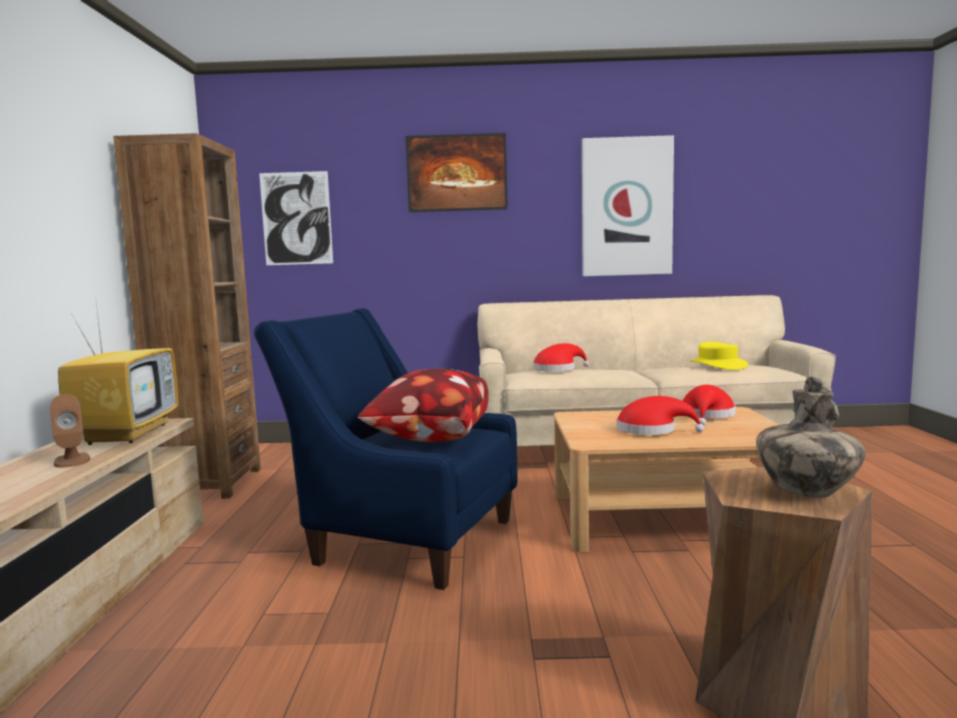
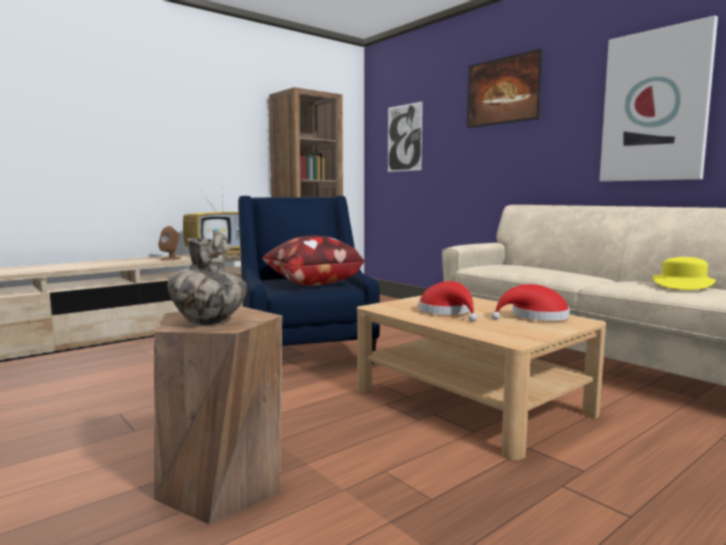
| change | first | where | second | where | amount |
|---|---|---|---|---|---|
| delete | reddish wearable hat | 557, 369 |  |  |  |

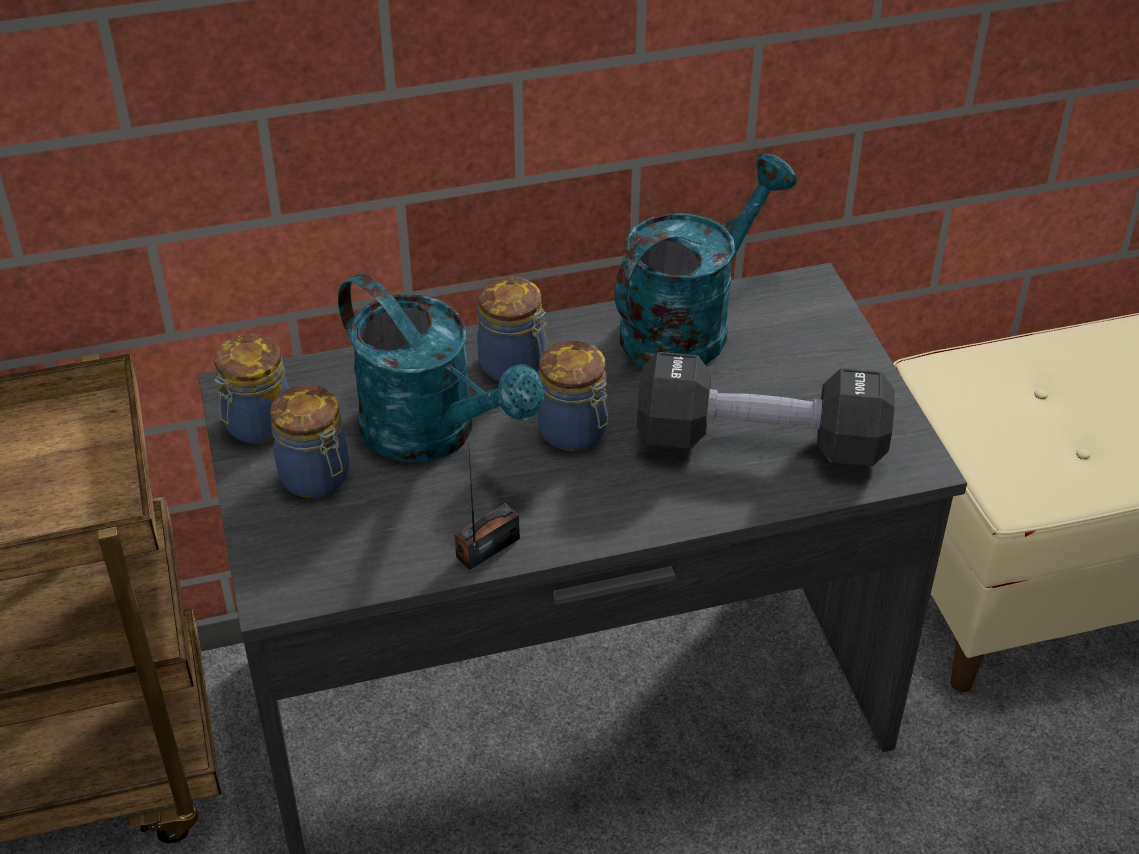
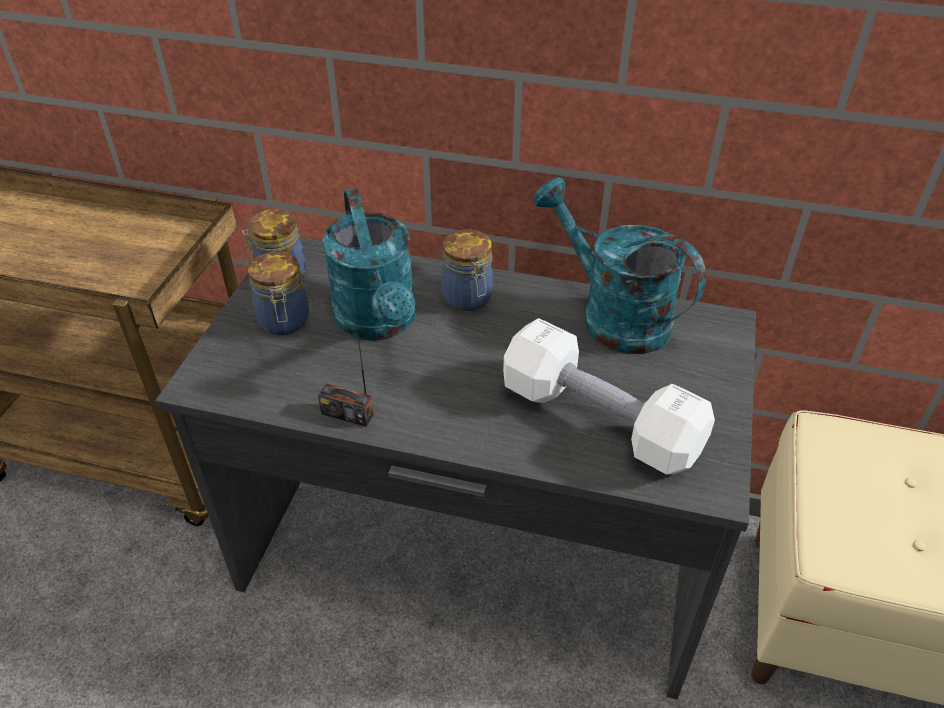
| change | first | where | second | where | amount |
|---|---|---|---|---|---|
| rotate | radio | 488, 548 |  | 347, 414 | 150 degrees counterclockwise |
| recolor | black dumbbell | 760, 442 | white-coloured dumbbell | 600, 420 |  |
| rotate | turquoise sprinkling can | 688, 324 |  | 612, 315 | 120 degrees counterclockwise |
| delete | storage jar | 575, 432 |  |  |  |

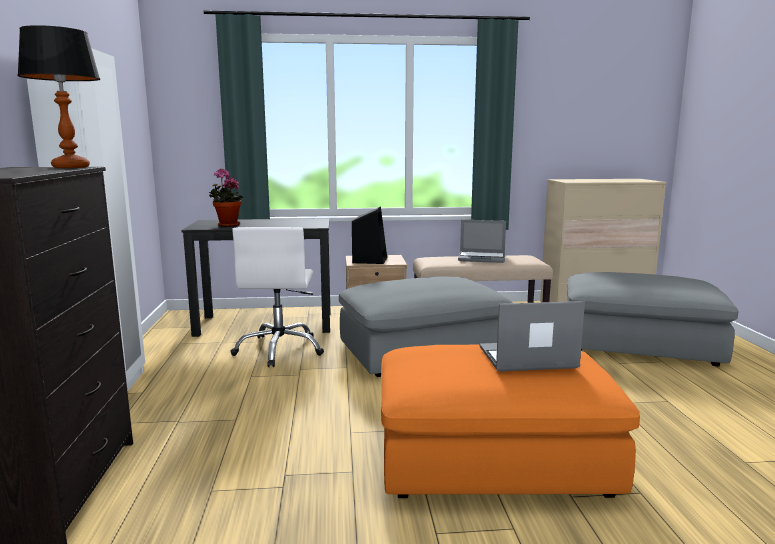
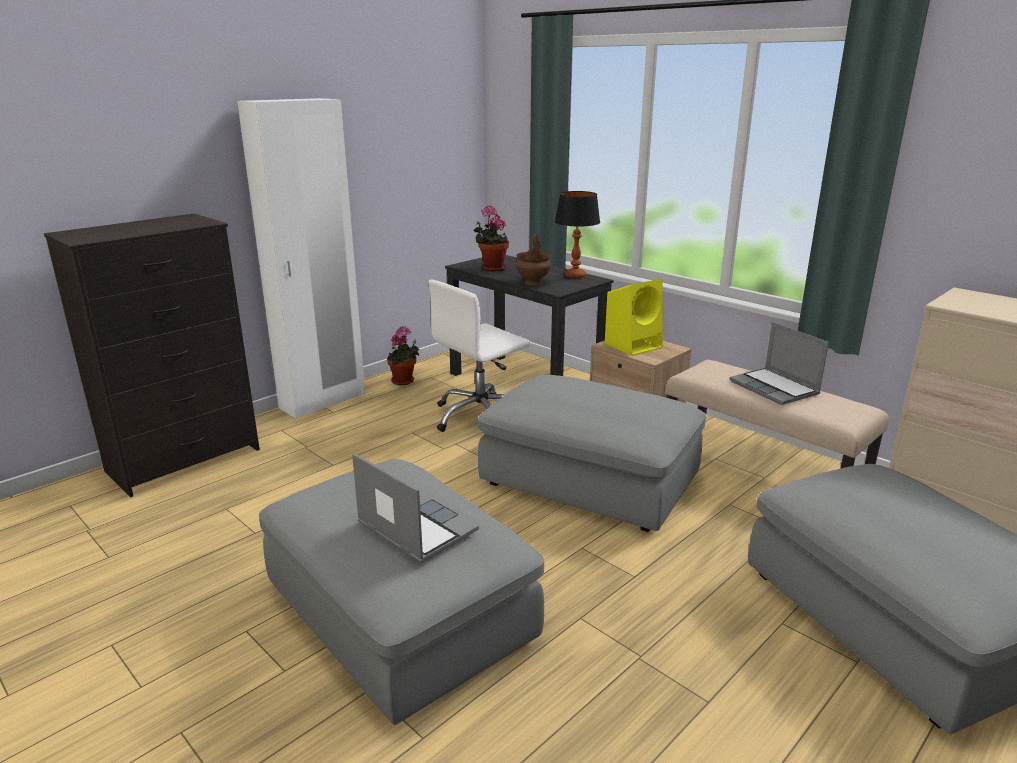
| change | first | where | second | where | amount |
|---|---|---|---|---|---|
| recolor | orangey ottoman | 491, 458 | gray ottoman | 397, 613 |  |
| insert |  |  | houseplant | 404, 381 |  |
| insert |  |  | brown flower vase | 533, 283 |  |
| move | tabletop lamp | 71, 167 |  | 575, 276 |  |
| recolor | black loudspeaker | 369, 260 | yellow-coloured loudspeaker | 634, 345 |  |

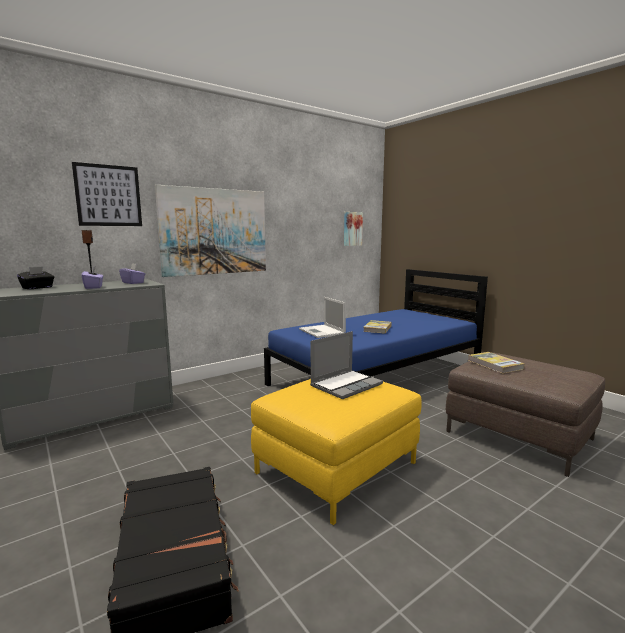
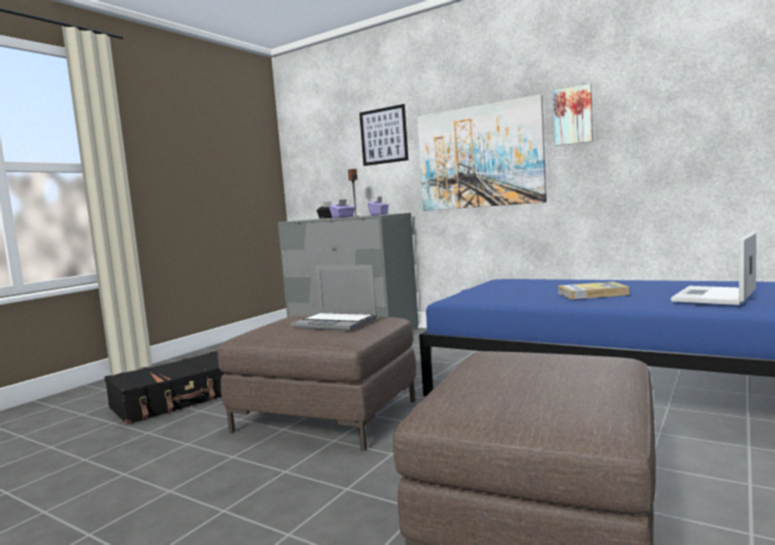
| change | first | where | second | where | amount |
|---|---|---|---|---|---|
| recolor | yellow-coloured ottoman | 336, 467 | brown ottoman | 326, 416 |  |
| move | wall art | 352, 229 |  | 573, 116 |  |
| move | portable computer | 322, 332 |  | 714, 297 |  |
| delete | book | 495, 364 |  |  |  |

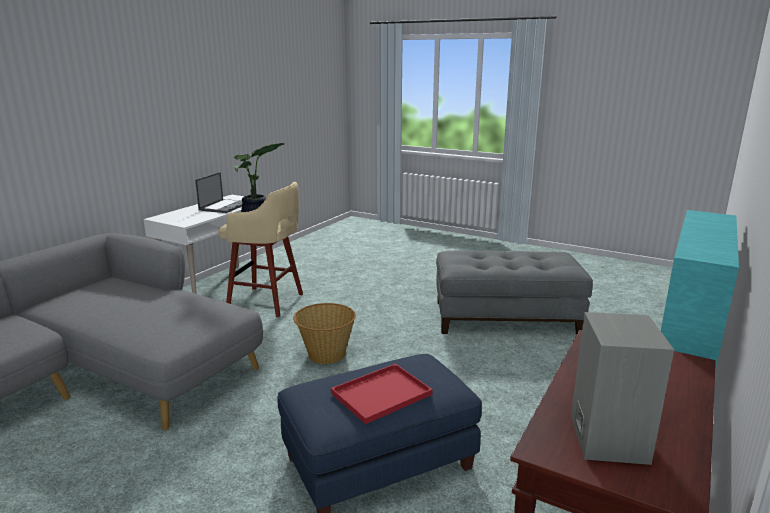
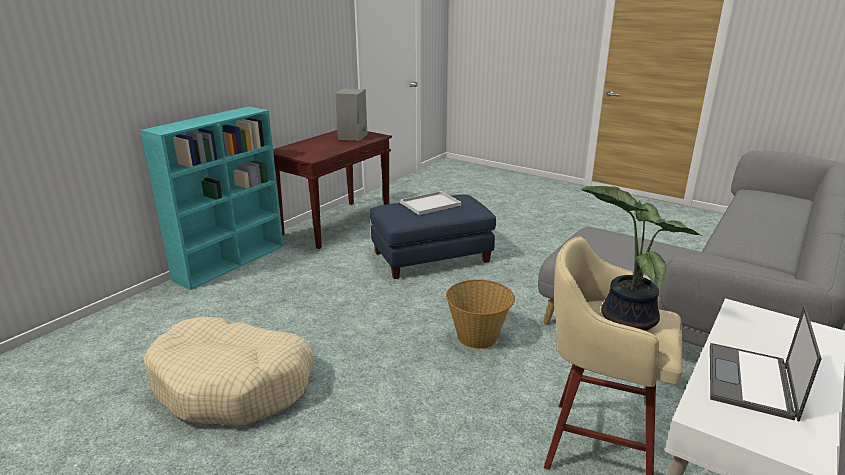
| change | first | where | second | where | amount |
|---|---|---|---|---|---|
| replace | gray ottoman | 505, 317 | sand-coloured dog cushion | 233, 384 |  |
| recolor | reddish tray | 380, 395 | white-coloured tray | 431, 203 |  |

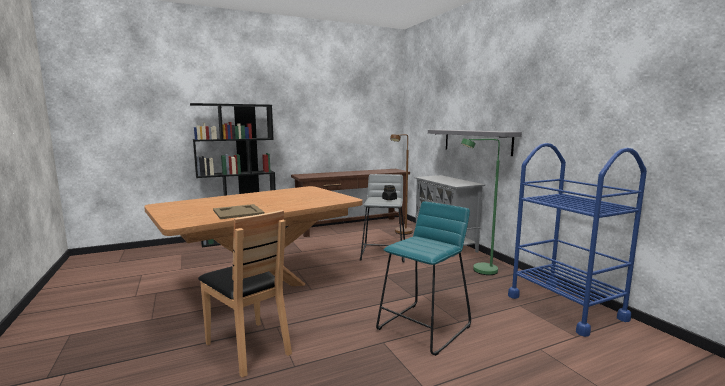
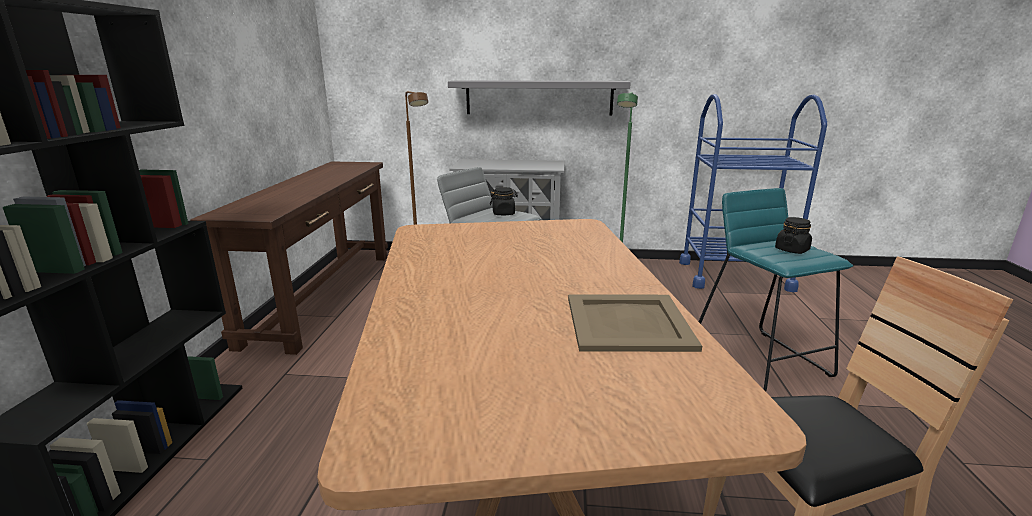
| change | first | where | second | where | amount |
|---|---|---|---|---|---|
| insert |  |  | black storage jar | 792, 250 |  |

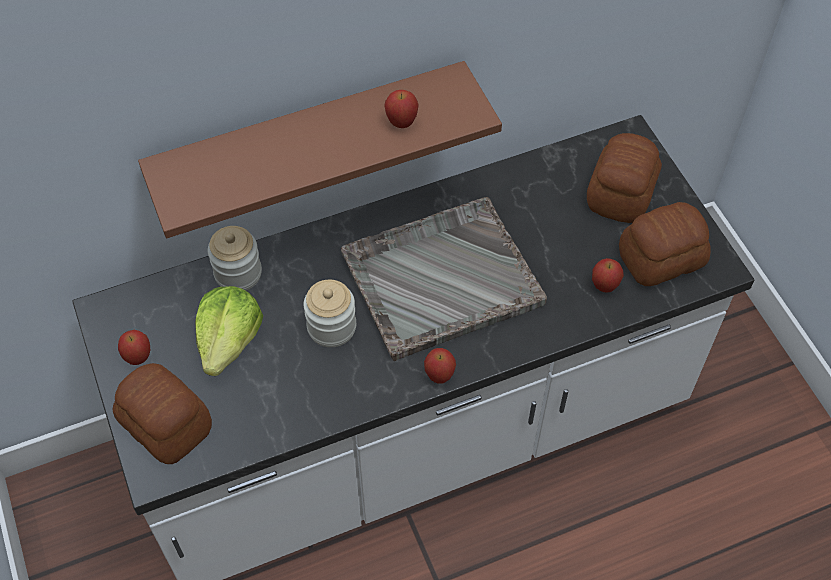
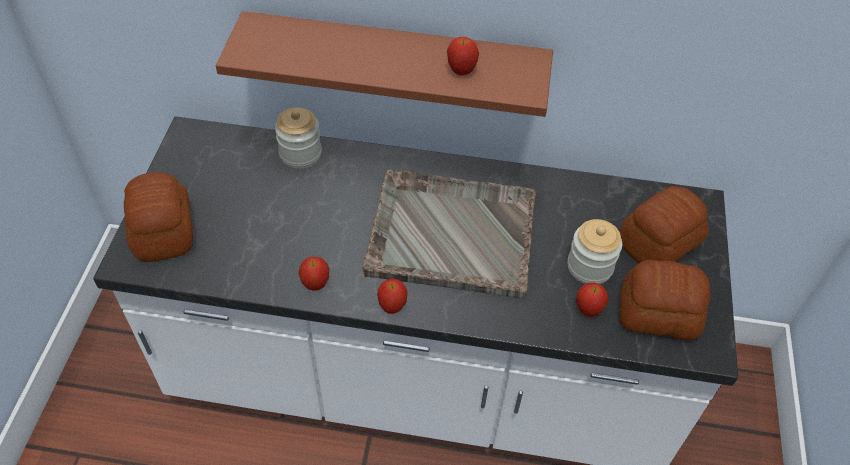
| change | first | where | second | where | amount |
|---|---|---|---|---|---|
| move | apple | 138, 357 |  | 315, 284 |  |
| move | storage jar | 331, 327 |  | 589, 267 |  |
| delete | lettuce | 229, 341 |  |  |  |

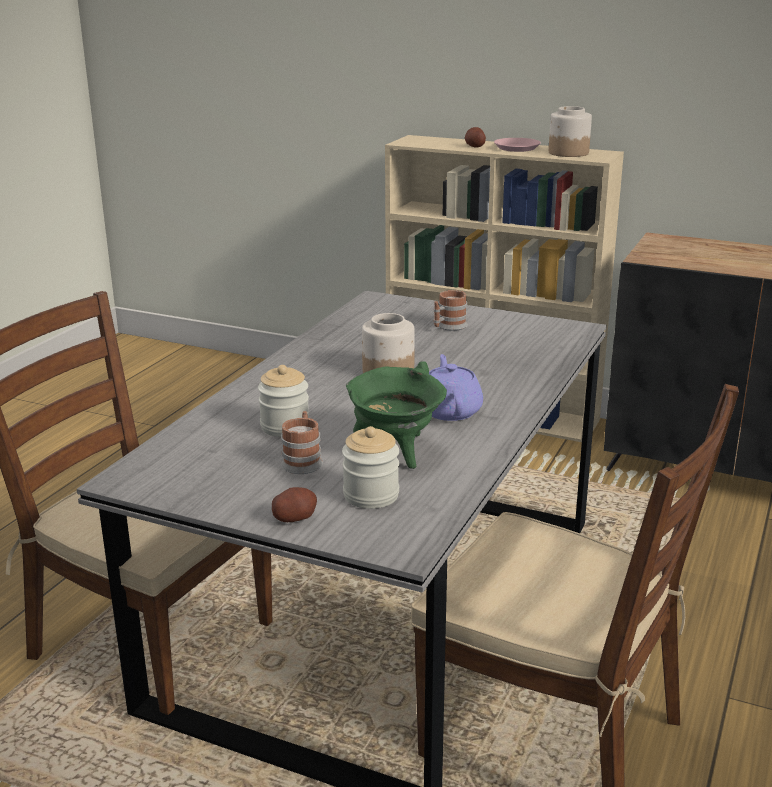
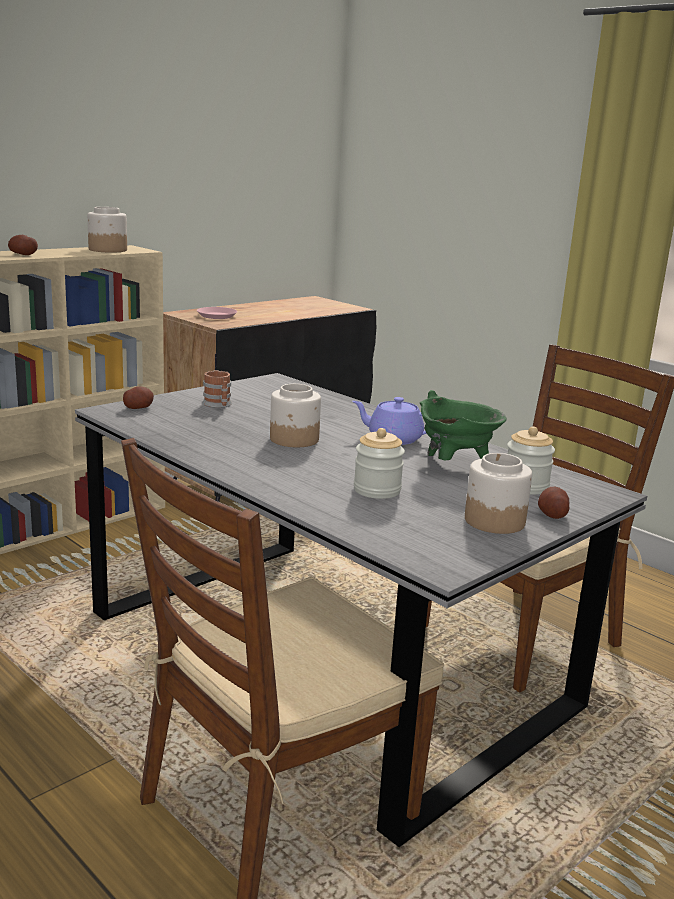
| change | first | where | second | where | amount |
|---|---|---|---|---|---|
| insert |  |  | spud | 138, 408 |  |
| move | pink-coloured plate | 516, 148 |  | 217, 316 |  |
| insert |  |  | storage jar | 494, 521 |  |
| delete | coffee mug | 303, 461 |  |  |  |

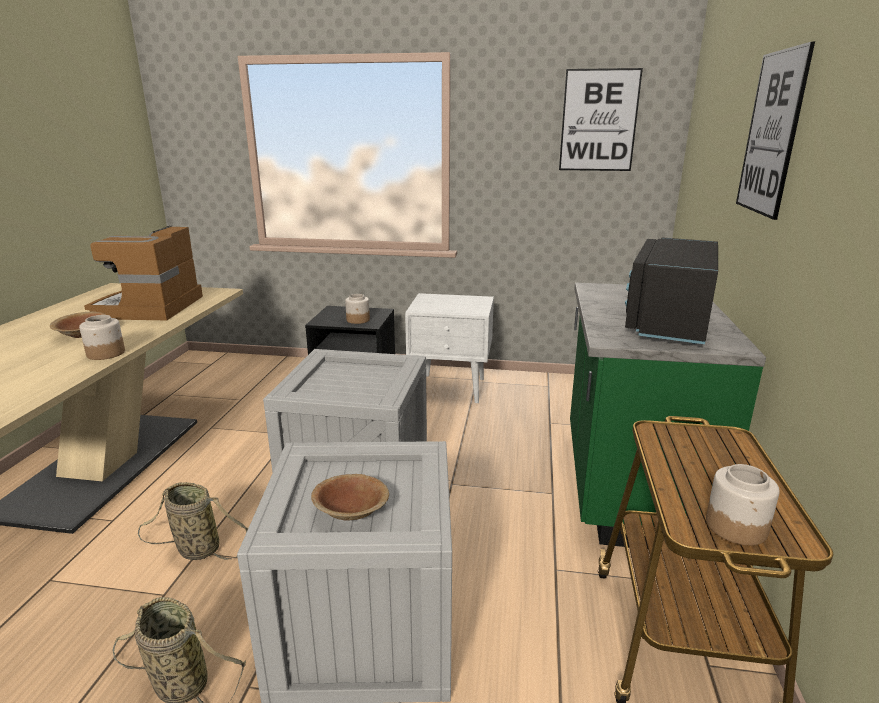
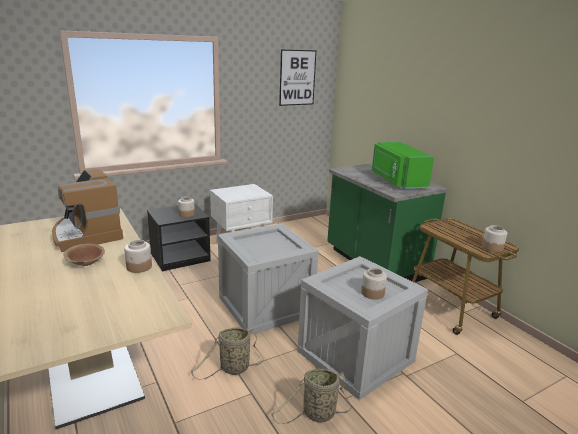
| change | first | where | second | where | amount |
|---|---|---|---|---|---|
| replace | brown bowl | 351, 512 | storage jar | 372, 293 |  |
| recolor | black microwave | 666, 321 | greenish microwave | 397, 180 |  |
| delete | wall art | 771, 133 |  |  |  |

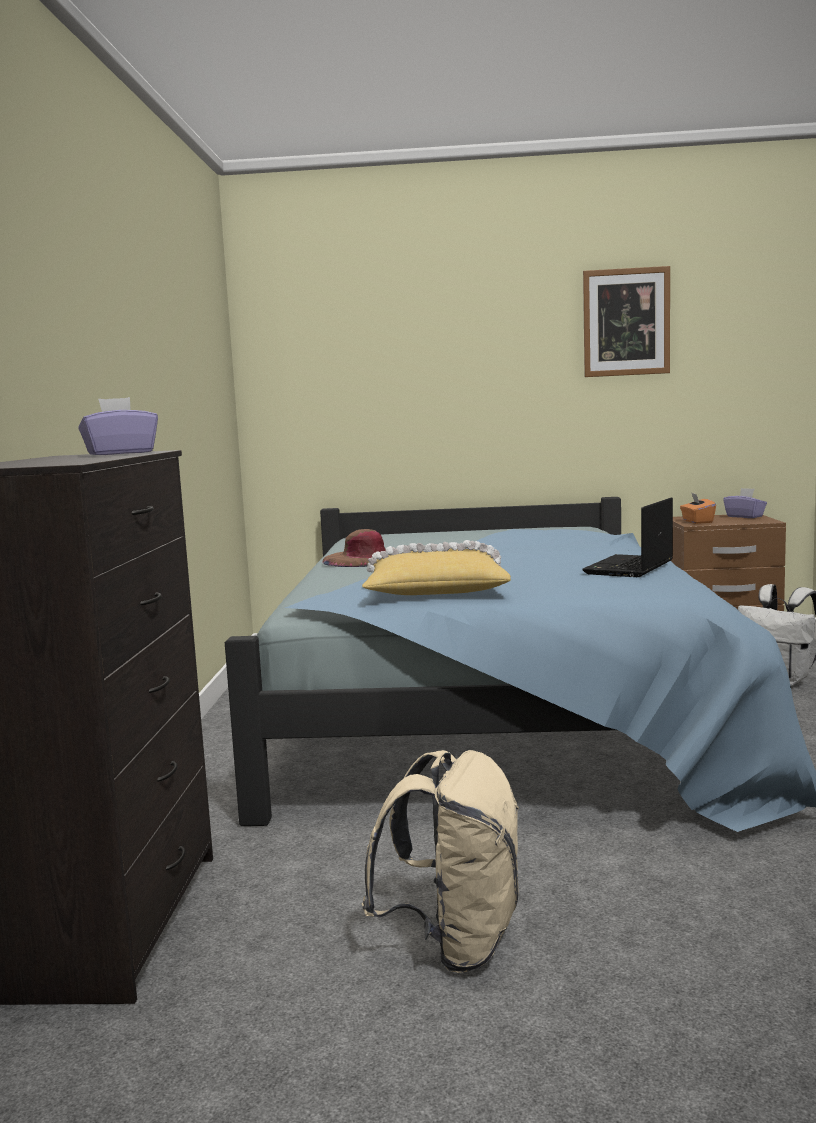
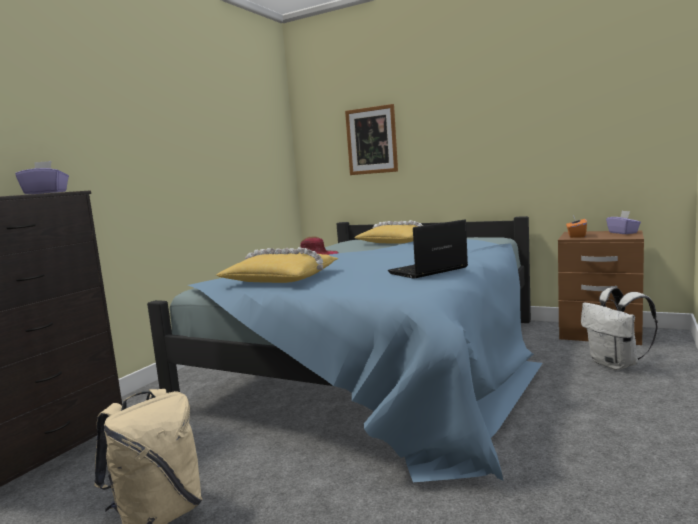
| change | first | where | second | where | amount |
|---|---|---|---|---|---|
| move | wall art | 626, 322 |  | 371, 140 |  |
| insert |  |  | yellow-coloured cushion | 397, 241 |  |

